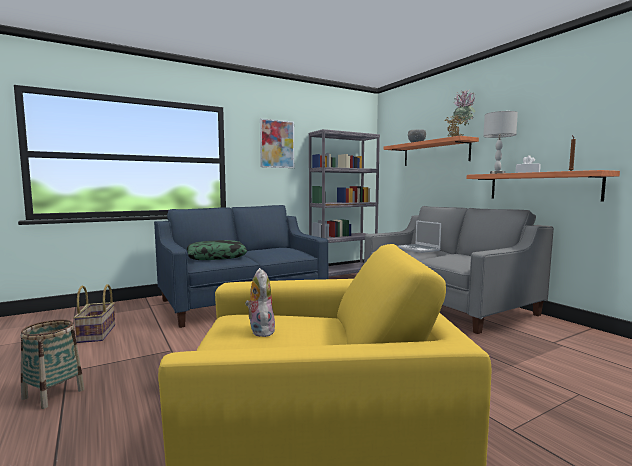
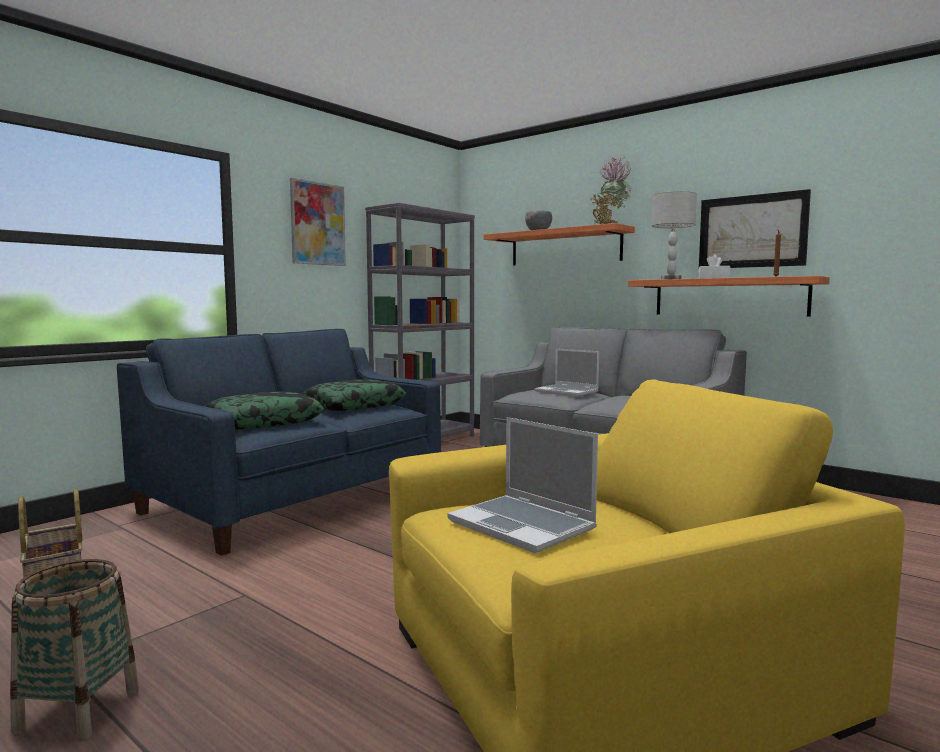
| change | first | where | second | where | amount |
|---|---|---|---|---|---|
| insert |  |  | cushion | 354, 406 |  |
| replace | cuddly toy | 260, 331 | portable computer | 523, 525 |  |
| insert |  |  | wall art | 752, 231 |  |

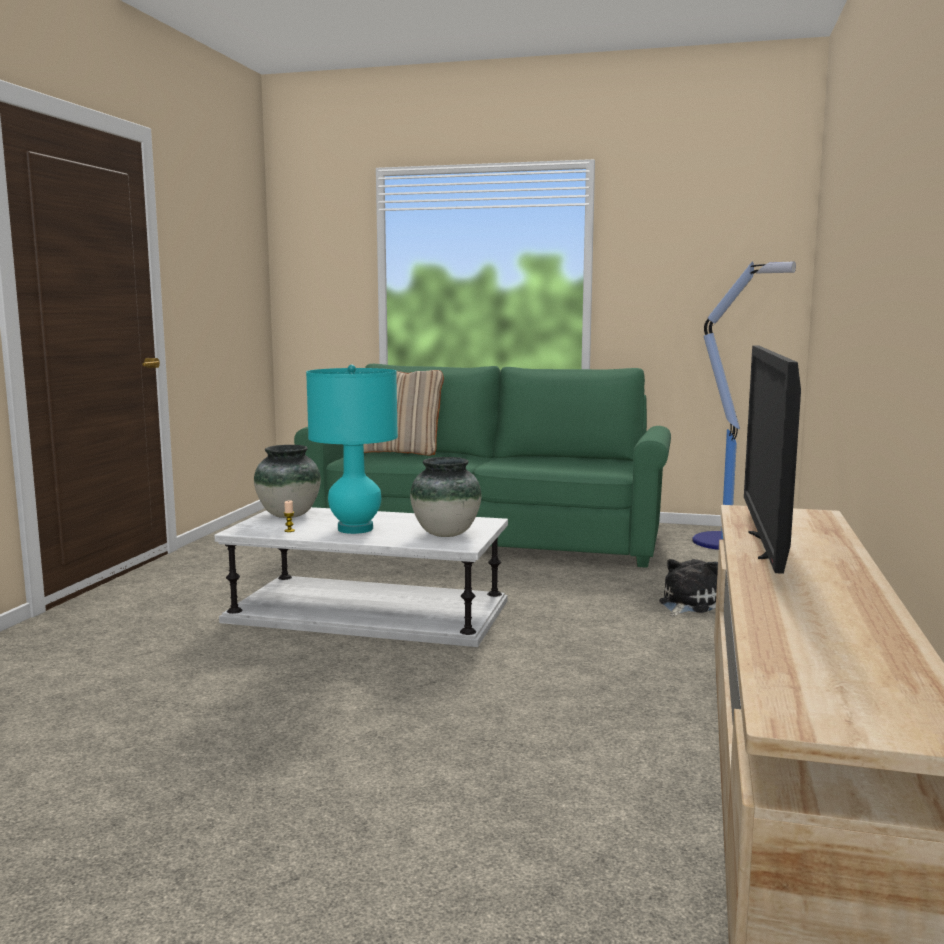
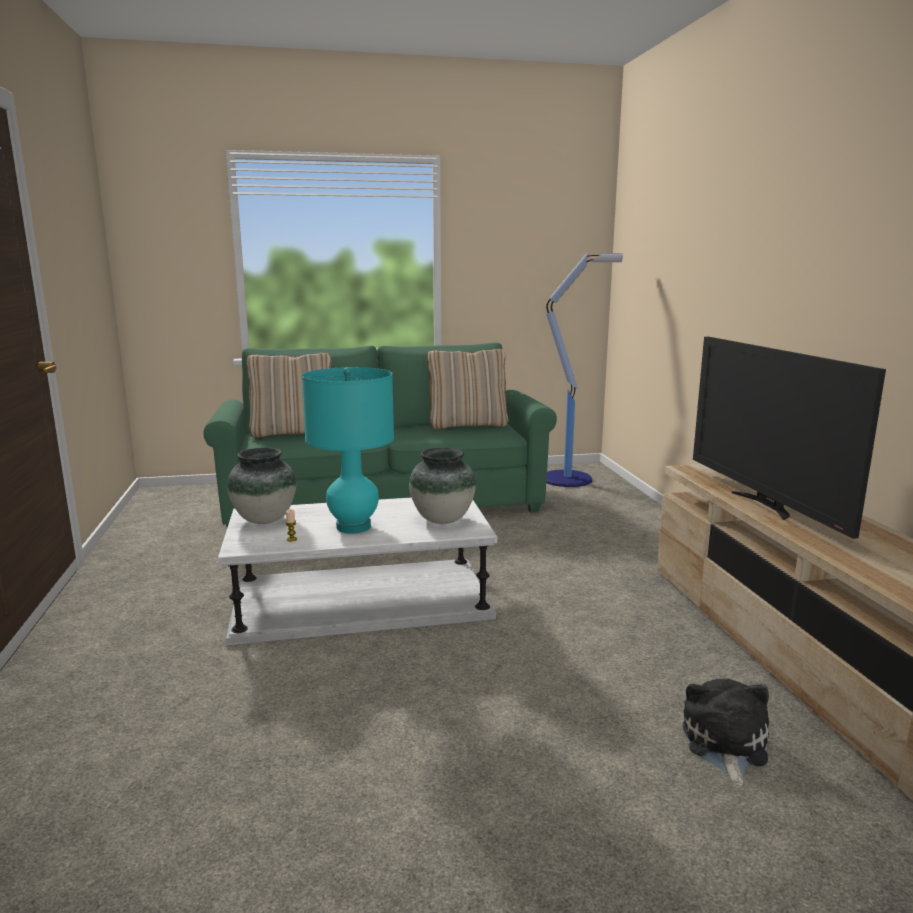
| change | first | where | second | where | amount |
|---|---|---|---|---|---|
| insert |  |  | sand-coloured cushion | 467, 425 |  |
| move | cuddly toy | 687, 604 |  | 724, 745 |  |

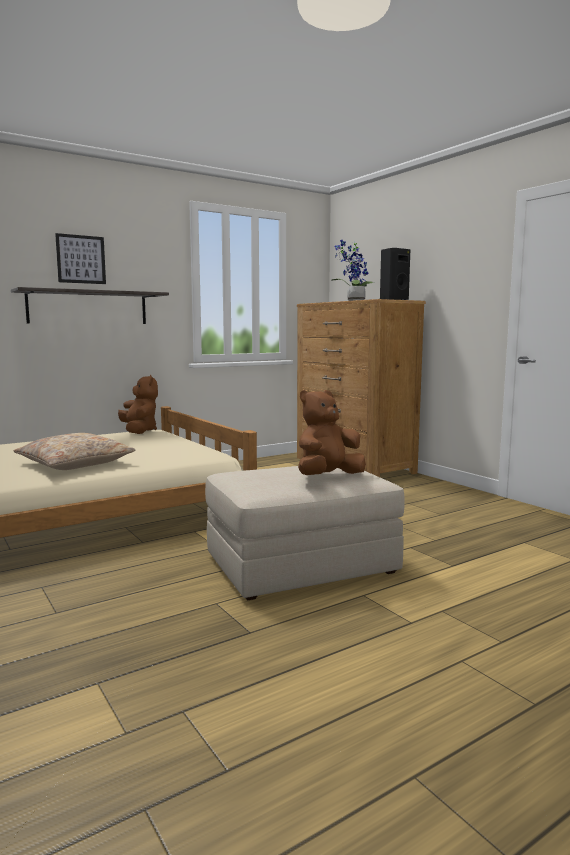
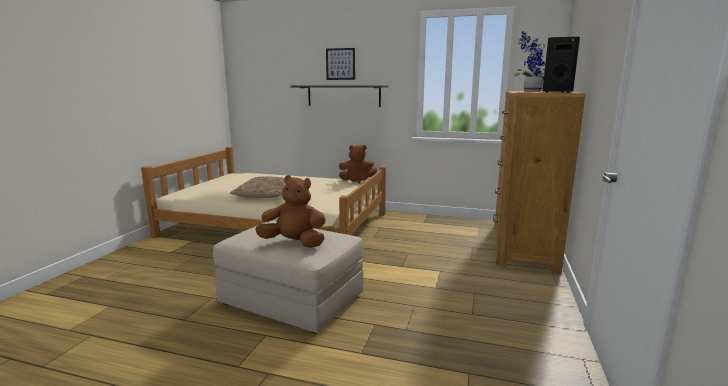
| change | first | where | second | where | amount |
|---|---|---|---|---|---|
| rotate | brown cuddly toy | 139, 431 |  | 357, 180 | 60 degrees clockwise |

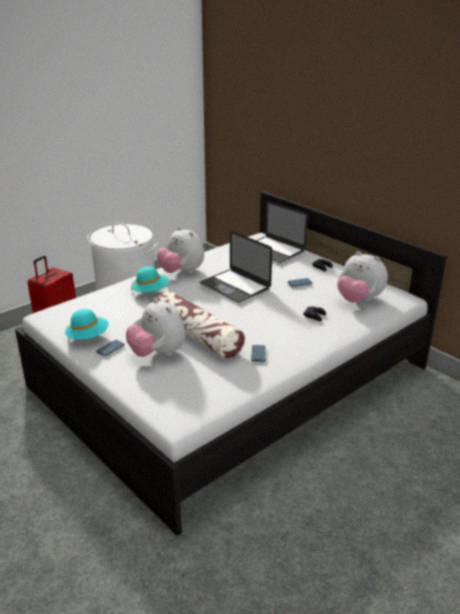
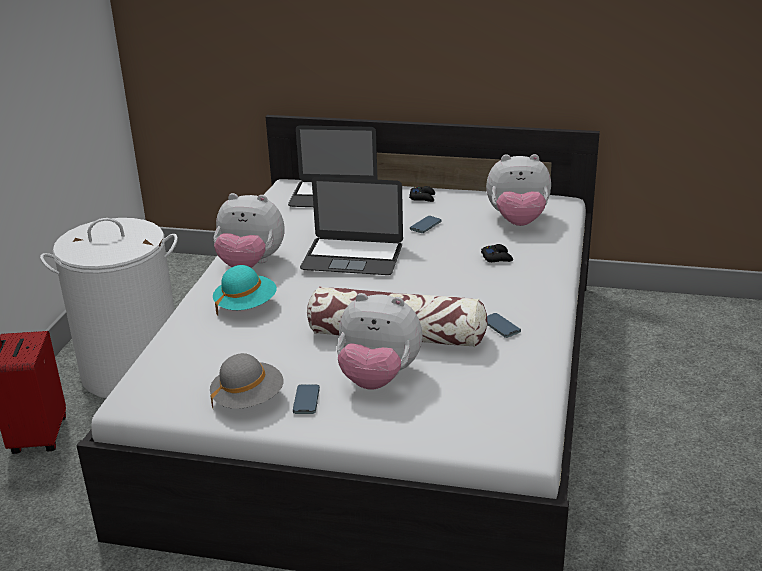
| change | first | where | second | where | amount |
|---|---|---|---|---|---|
| recolor | turquoise wearable hat | 88, 337 | gray wearable hat | 248, 400 |  |

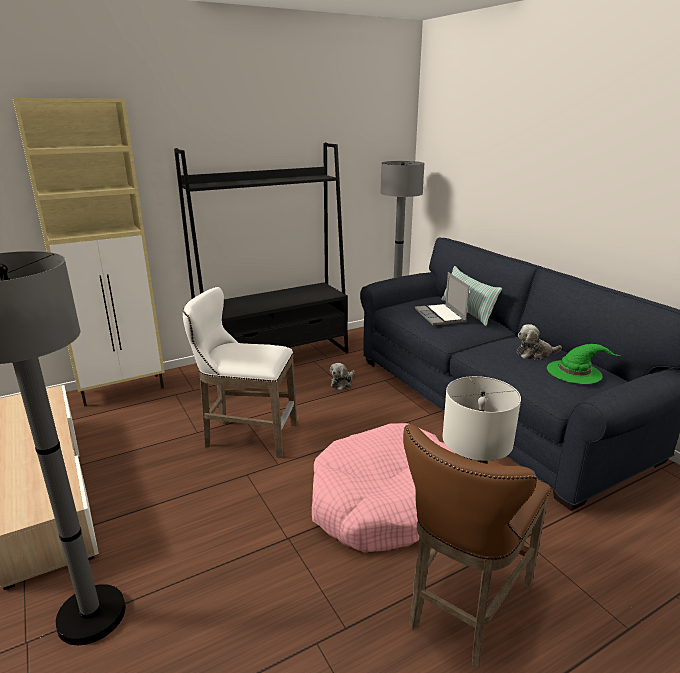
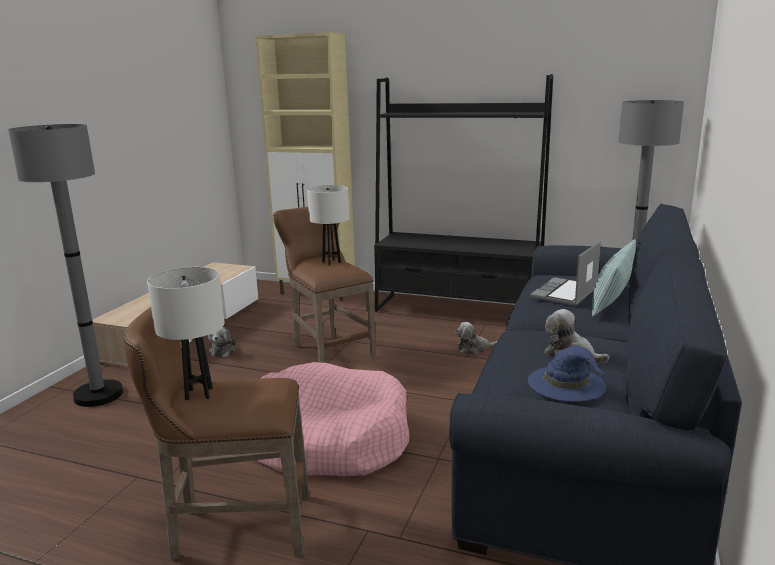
| change | first | where | second | where | amount |
|---|---|---|---|---|---|
| insert |  |  | cuddly toy | 223, 350 |  |
| recolor | white-coloured sitting stool | 246, 436 | brown sitting stool | 329, 351 |  |
| insert |  |  | white-coloured tabletop lamp | 331, 262 |  |
| recolor | greenish wearable hat | 575, 371 | bluish wearable hat | 567, 384 |  |

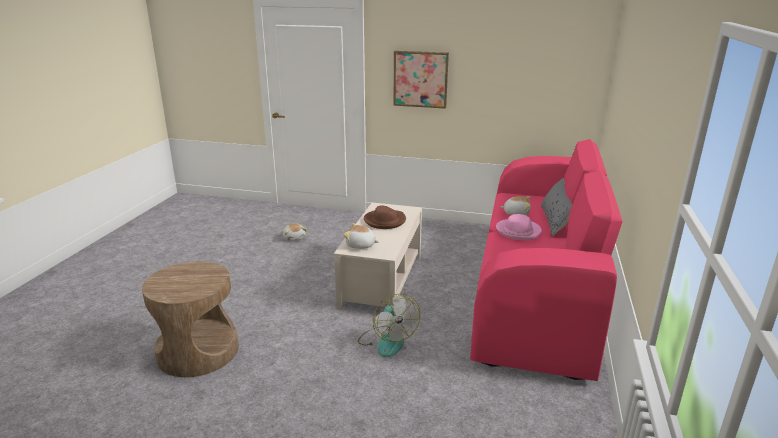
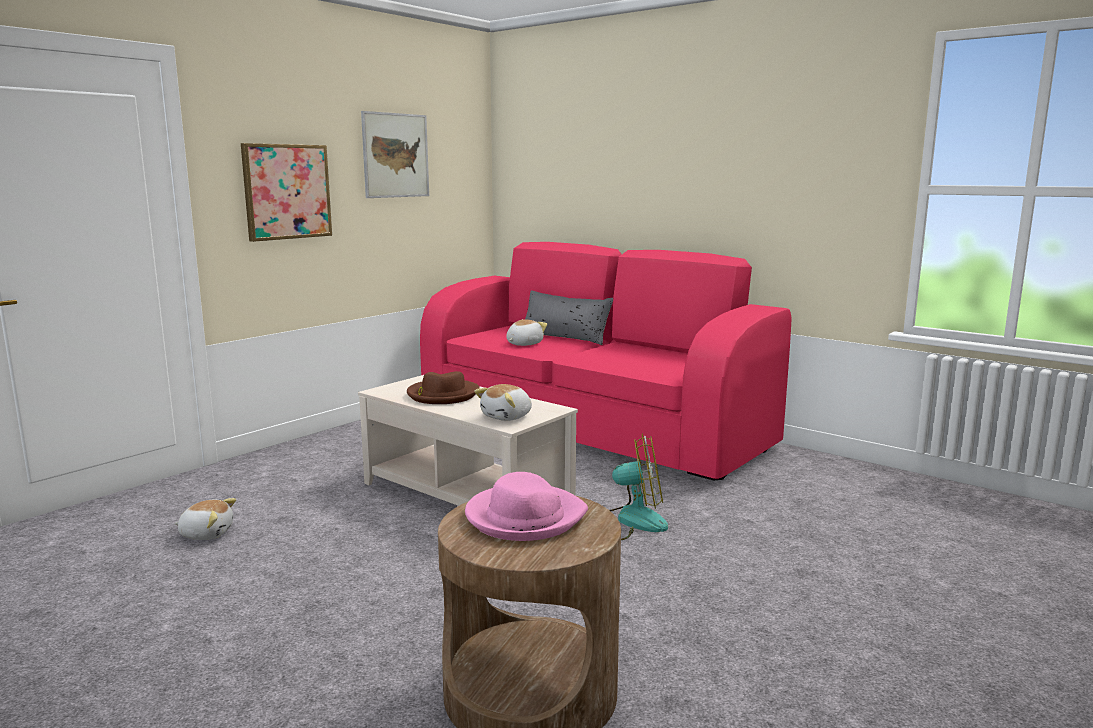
| change | first | where | second | where | amount |
|---|---|---|---|---|---|
| insert |  |  | wall art | 396, 155 |  |
| move | pink-coloured wearable hat | 518, 231 |  | 524, 517 |  |

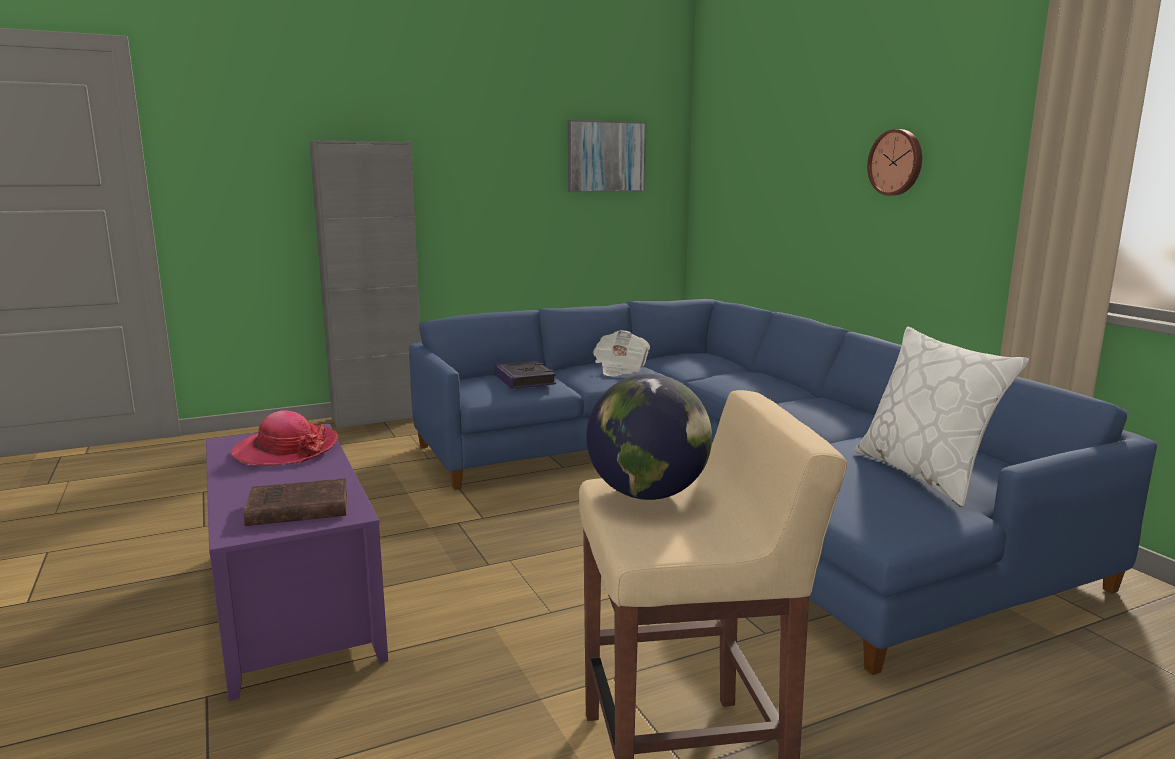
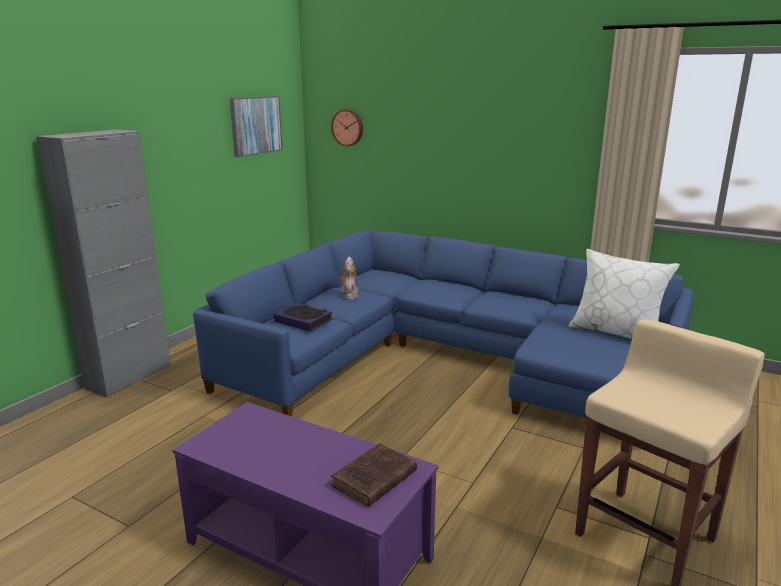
| change | first | where | second | where | amount |
|---|---|---|---|---|---|
| move | hanging clock | 896, 162 |  | 348, 127 |  |
| replace | printed paper | 620, 369 | cuddly toy | 349, 296 |  |
| delete | wearable hat | 285, 450 |  |  |  |
| delete | world globe | 648, 494 |  |  |  |

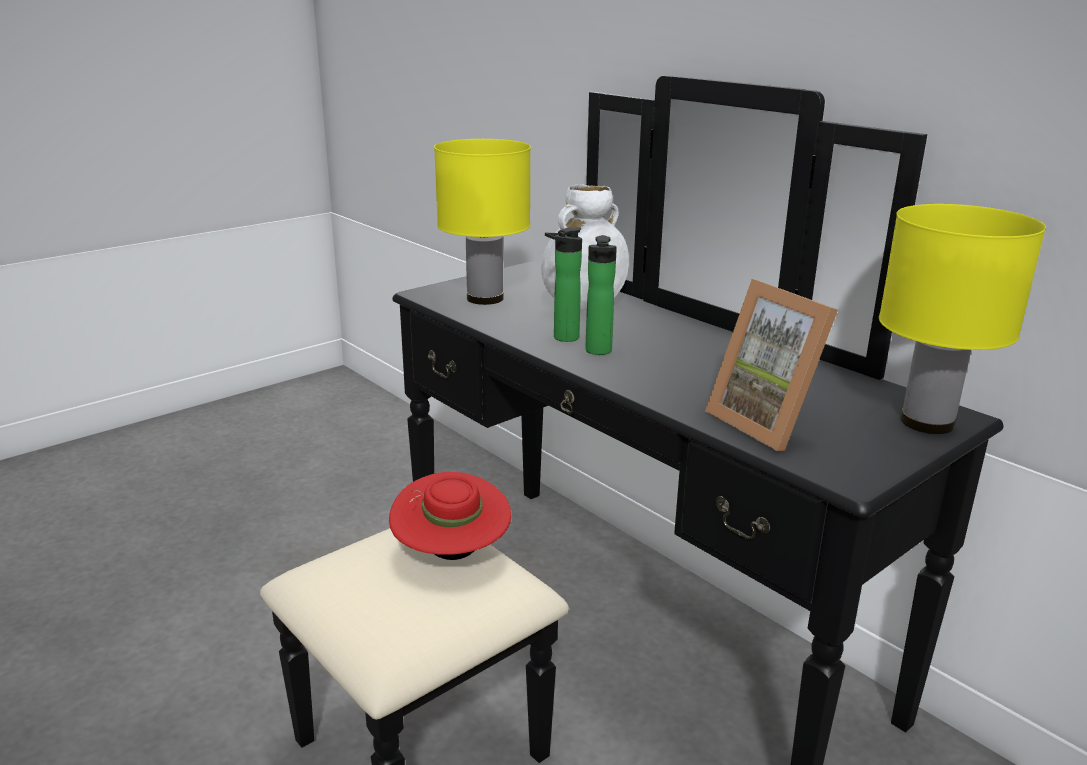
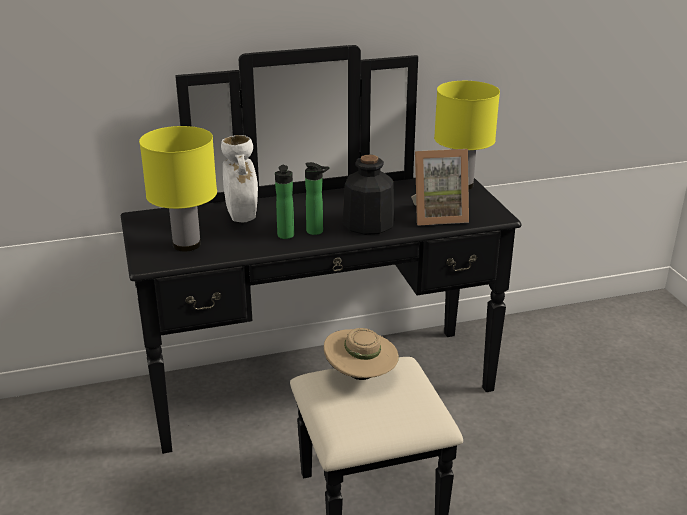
| change | first | where | second | where | amount |
|---|---|---|---|---|---|
| recolor | reddish wearable hat | 451, 553 | sand-coloured wearable hat | 361, 376 |  |
| insert |  |  | beverage bottle | 368, 224 |  |

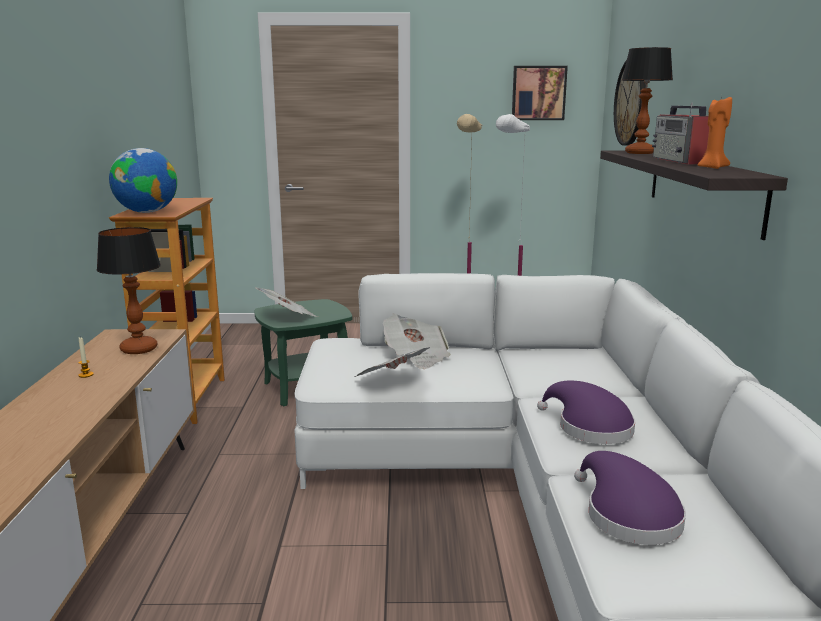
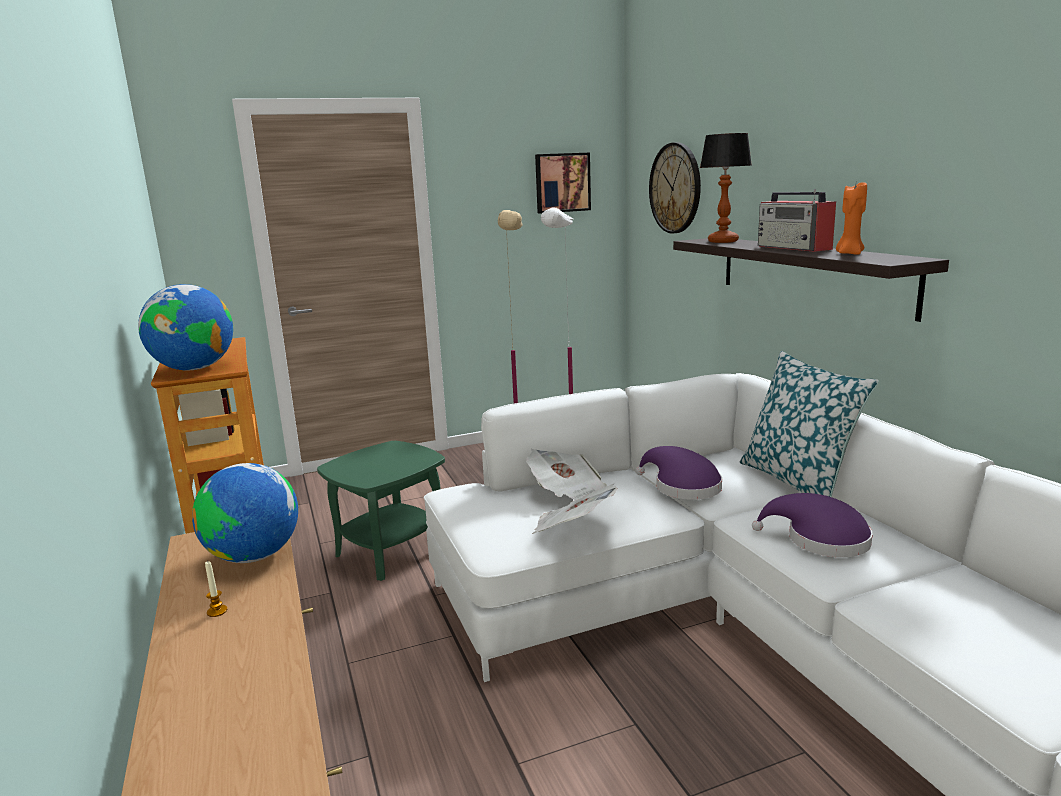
| change | first | where | second | where | amount |
|---|---|---|---|---|---|
| replace | tabletop lamp | 139, 349 | world globe | 254, 556 |  |
| move | purple wearable hat | 627, 515 |  | 682, 487 |  |
| insert |  |  | cushion | 798, 481 |  |
| delete | printed paper | 288, 317 |  |  |  |

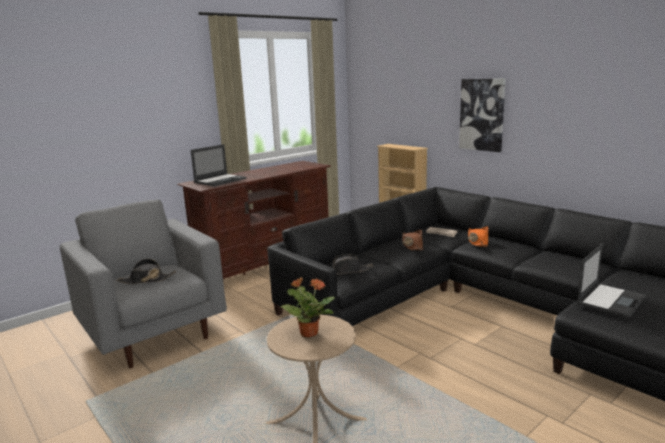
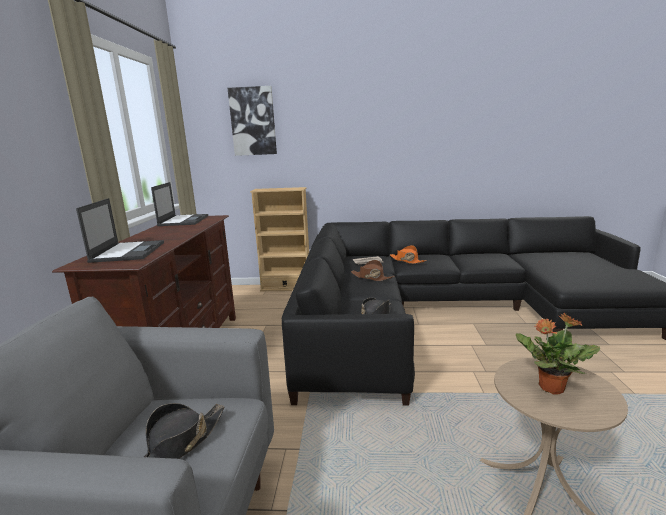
| change | first | where | second | where | amount |
|---|---|---|---|---|---|
| move | portable computer | 611, 300 |  | 184, 220 |  |
| move | wall art | 482, 114 |  | 253, 121 |  |

